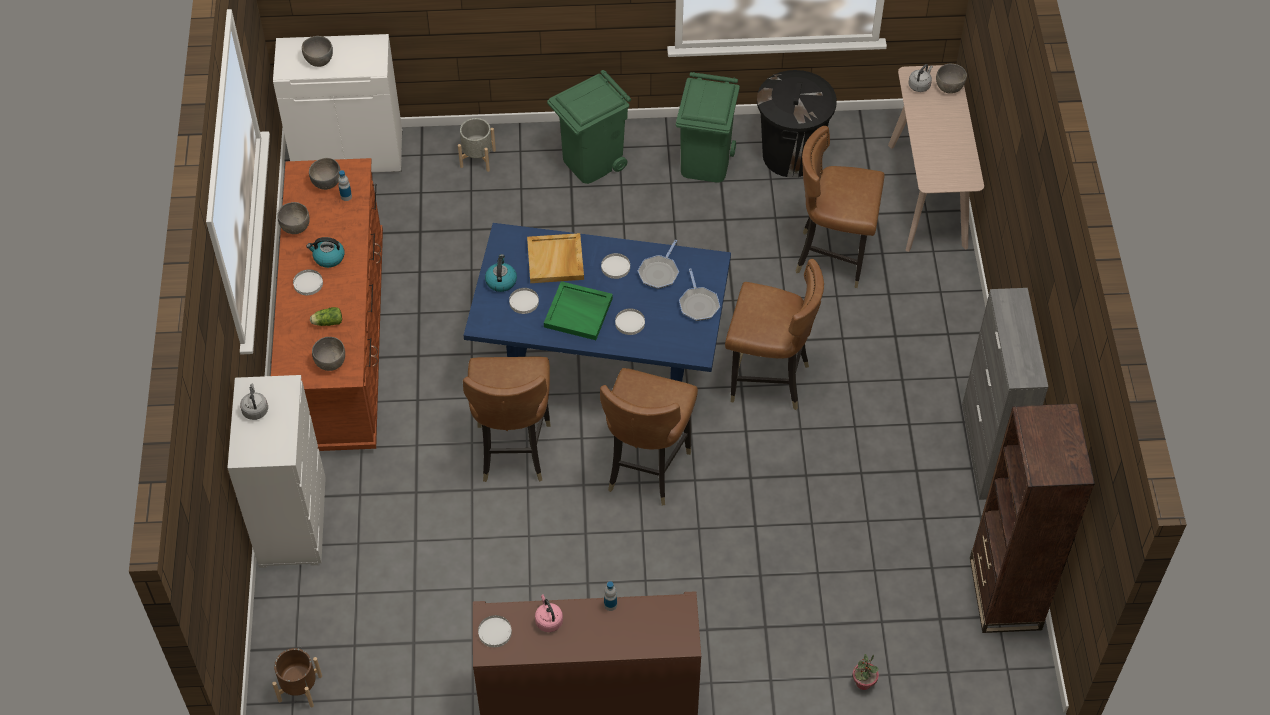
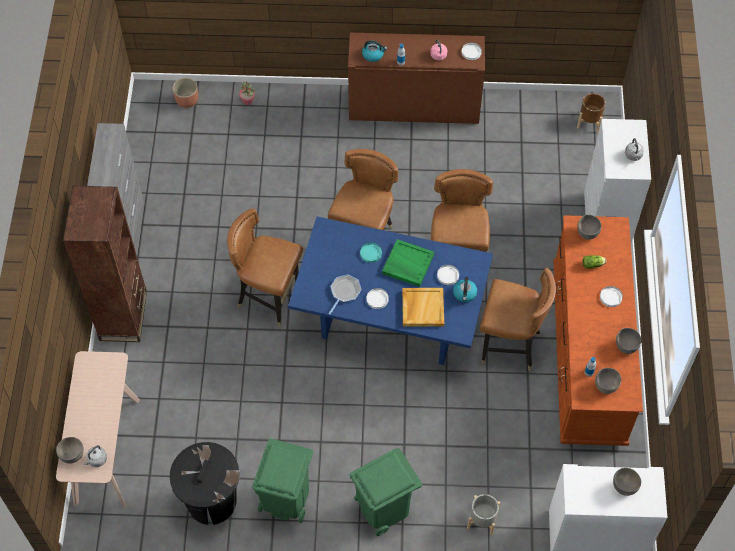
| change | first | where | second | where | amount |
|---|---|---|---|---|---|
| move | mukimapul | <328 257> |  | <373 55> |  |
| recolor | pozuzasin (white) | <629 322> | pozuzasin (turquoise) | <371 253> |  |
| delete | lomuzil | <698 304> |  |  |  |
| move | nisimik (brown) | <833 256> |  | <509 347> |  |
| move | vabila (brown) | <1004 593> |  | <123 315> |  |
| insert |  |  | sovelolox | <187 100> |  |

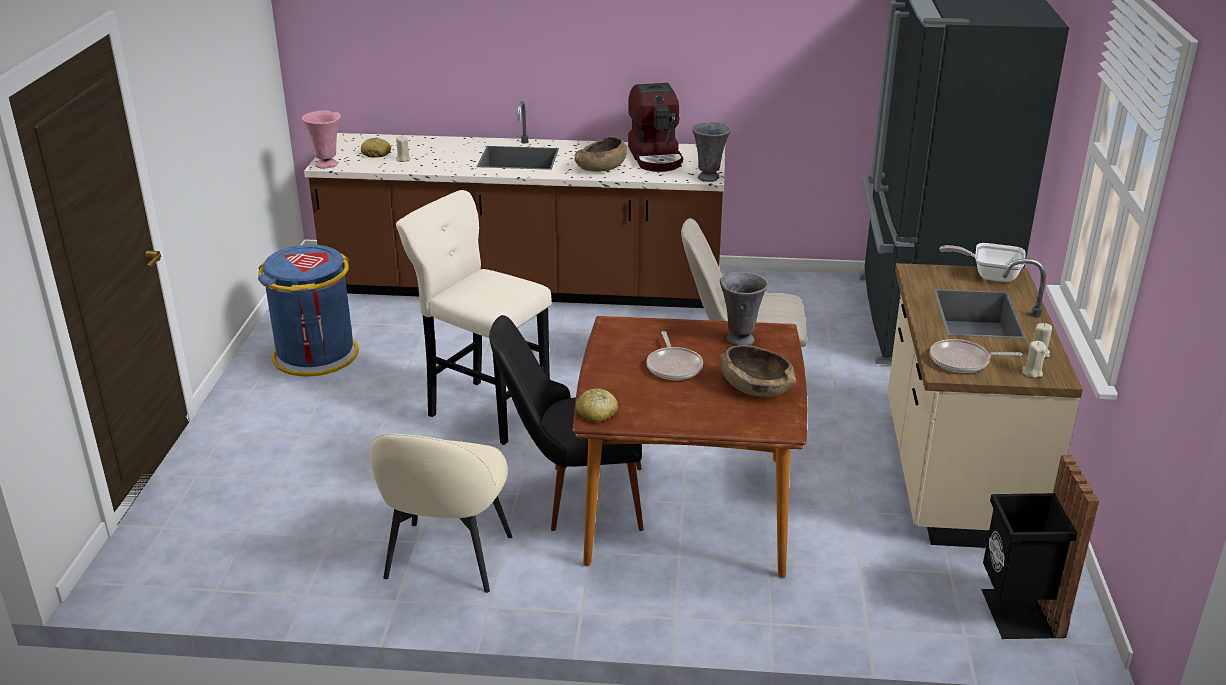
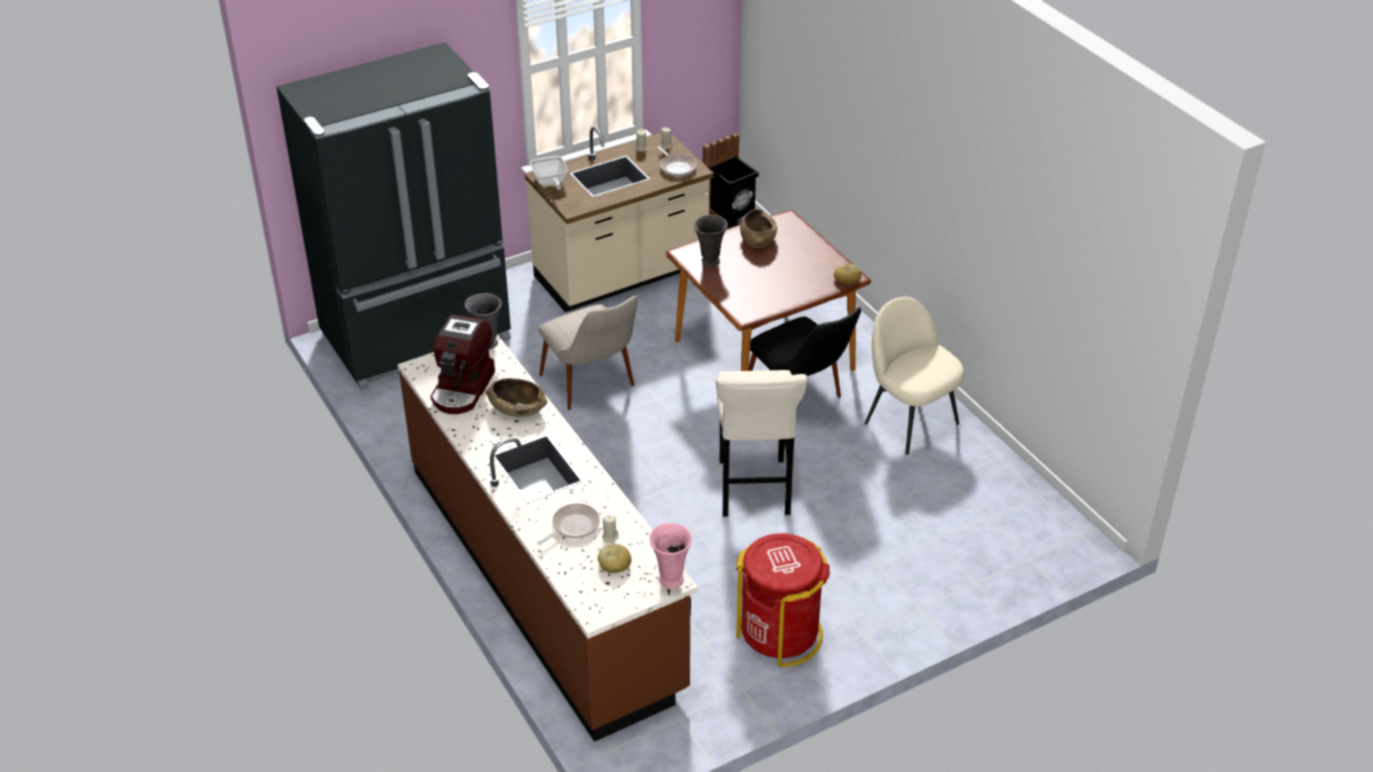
| change | first | where | second | where | amount |
|---|---|---|---|---|---|
| recolor | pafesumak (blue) | <315 355> | pafesumak (red) | <780 634> |  |
| rotate | nisimik (beige) | <447 559> |  | <909 422> | 105 degrees counterclockwise |
| rotate | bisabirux | <656 157> |  | <463 389> | 150 degrees clockwise |
| move | lomuzil | <674 366> |  | <573 526> |  |

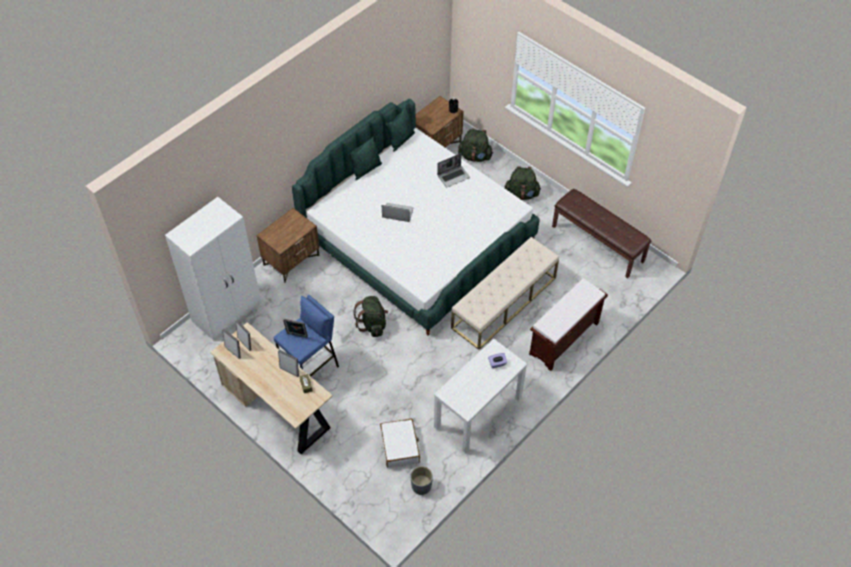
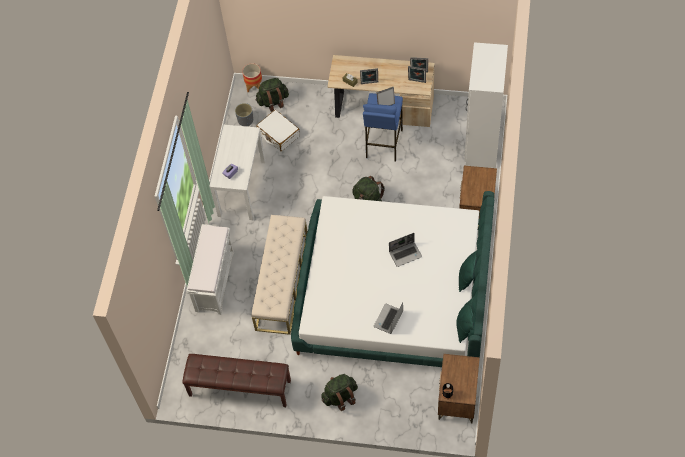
| change | first | where | second | where | amount |
|---|---|---|---|---|---|
| move | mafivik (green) | <475 156> |  | <273 101> |  |
| recolor | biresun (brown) | <563 339> | biresun (white) | <214 281> |  |
| insert |  |  | sovelolox | <254 86> |  |

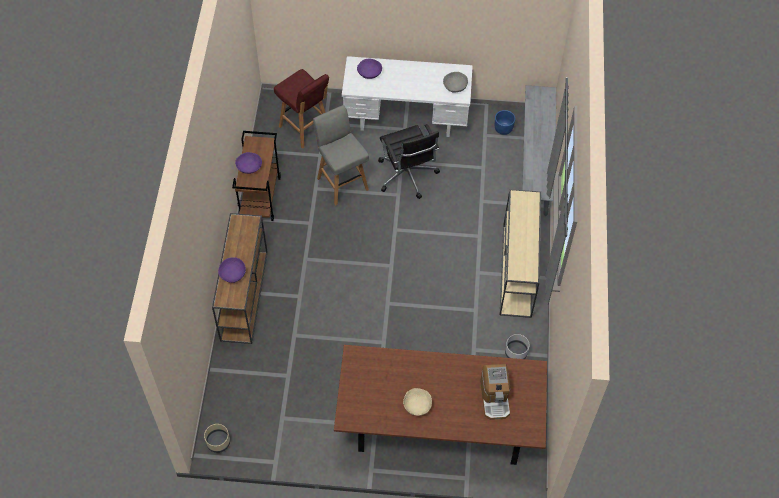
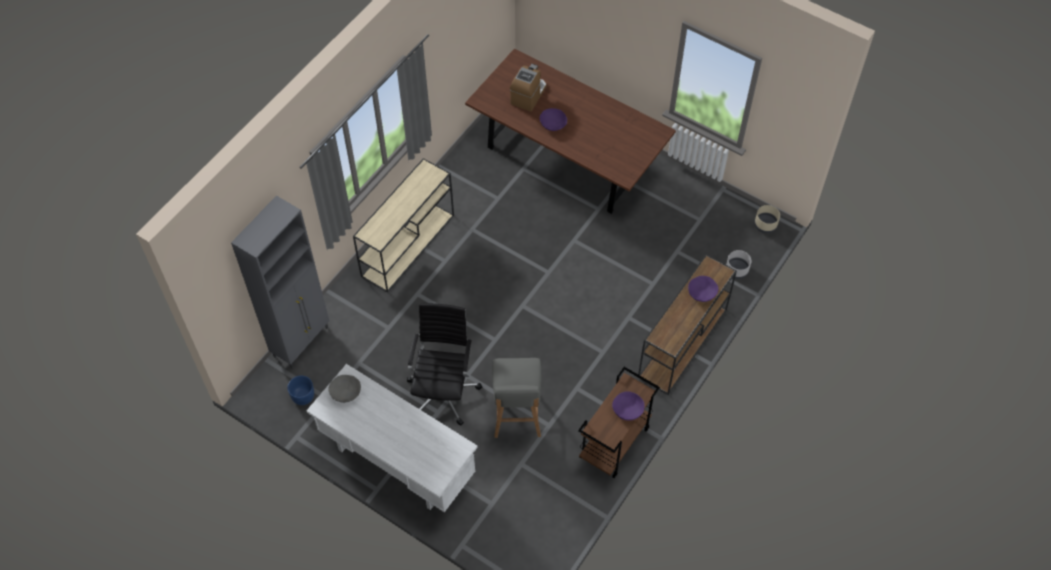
| change | first | where | second | where | amount |
|---|---|---|---|---|---|
| delete | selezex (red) | <305 129> |  |  |  |
| move | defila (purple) | <369 73> |  | <553 124> |  |
| delete | defila (beige) | <417 405> |  |  |  |
| move | sovelolox (grey) | <516 352> |  | <736 270> |  |
| replace | biresun (grey) | <535 162> | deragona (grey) | <302 342> |  |

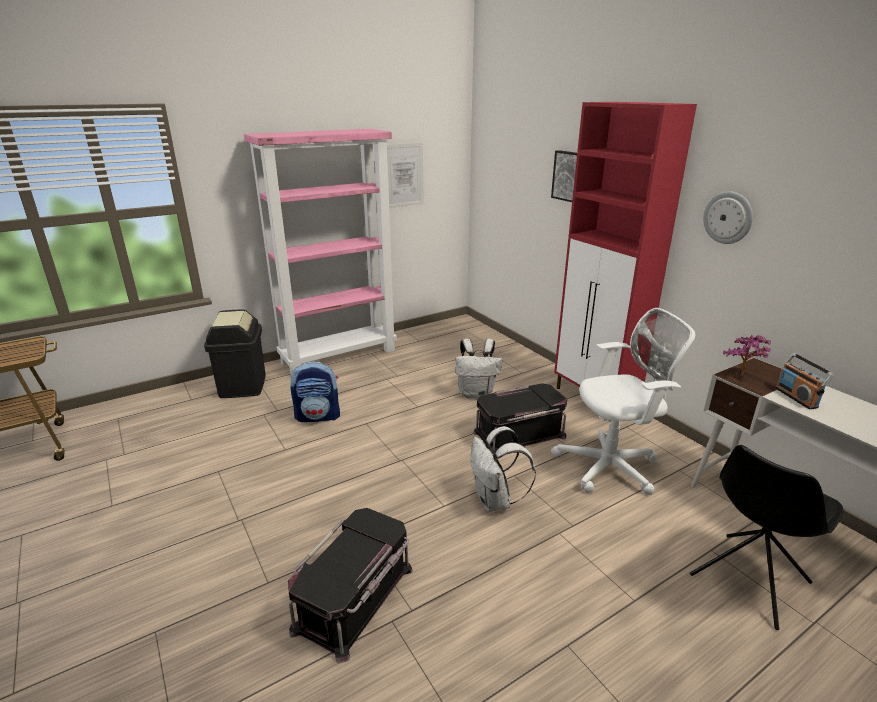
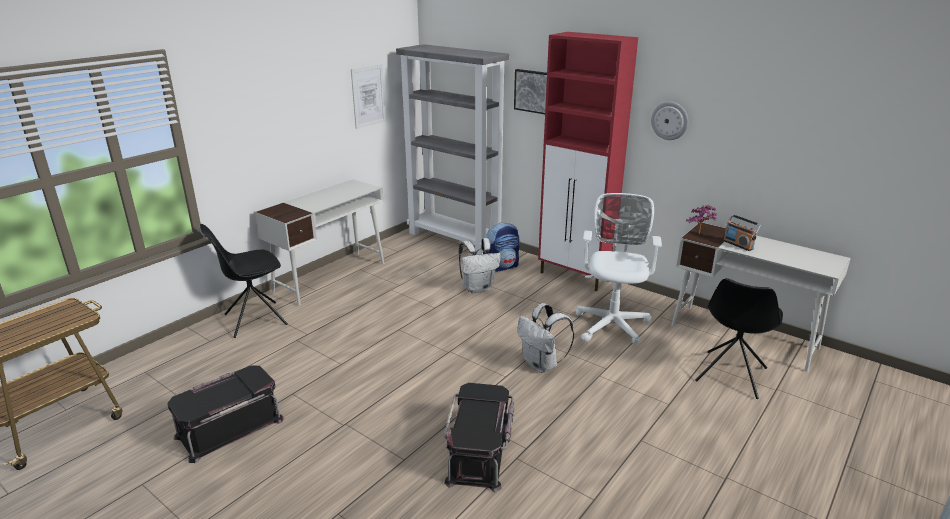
| change | first | where | second | where | amount |
|---|---|---|---|---|---|
| replace | pafesumak (black) | <242 386> | nisimik (black) | <254 320> |  |
| replace | vabila (pink) | <339 356> | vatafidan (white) | <331 277> |  |
| move | mafivik | <318 416> |  | <502 266> |  |
| move | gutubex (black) | <519 433> |  | <229 427> |  |
| rotate | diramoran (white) | <612 466> |  | <612 323> | 45 degrees counterclockwise |
| insert |  |  | vabila (grey) | <455 240> |  |

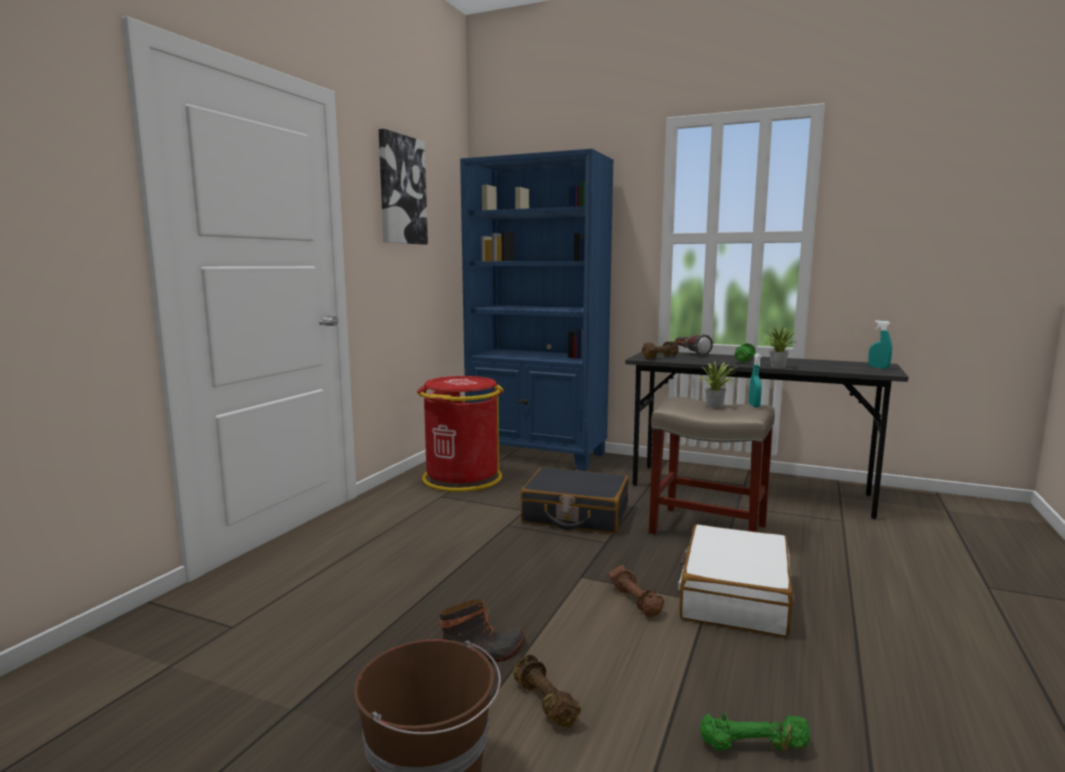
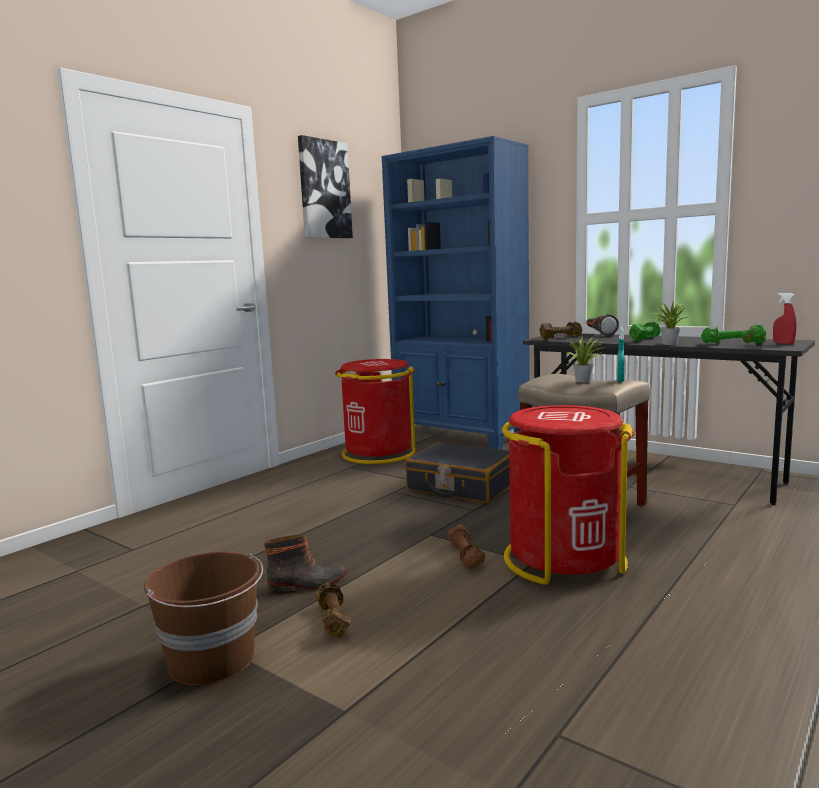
| change | first | where | second | where | amount |
|---|---|---|---|---|---|
| replace | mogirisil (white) | <733 596> | pafesumak (red) | <563 559> |  |
| move | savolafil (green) | <754 747> |  | <733 344> |  |
| recolor | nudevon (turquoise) | <878 367> | nudevon (red) | <783 343> |  |

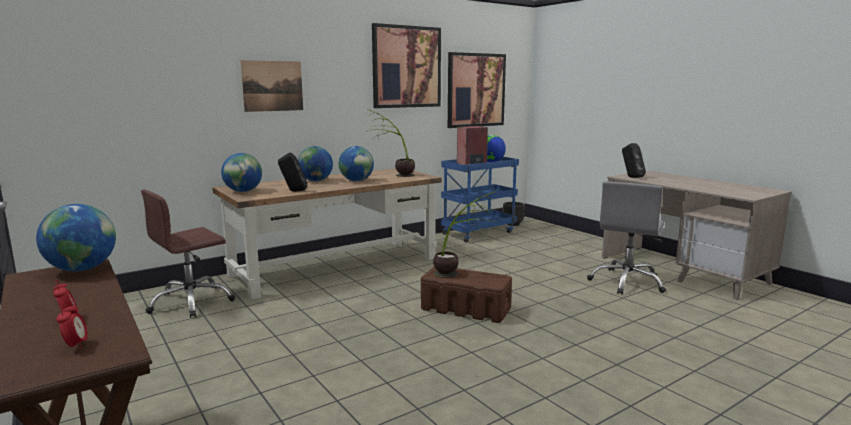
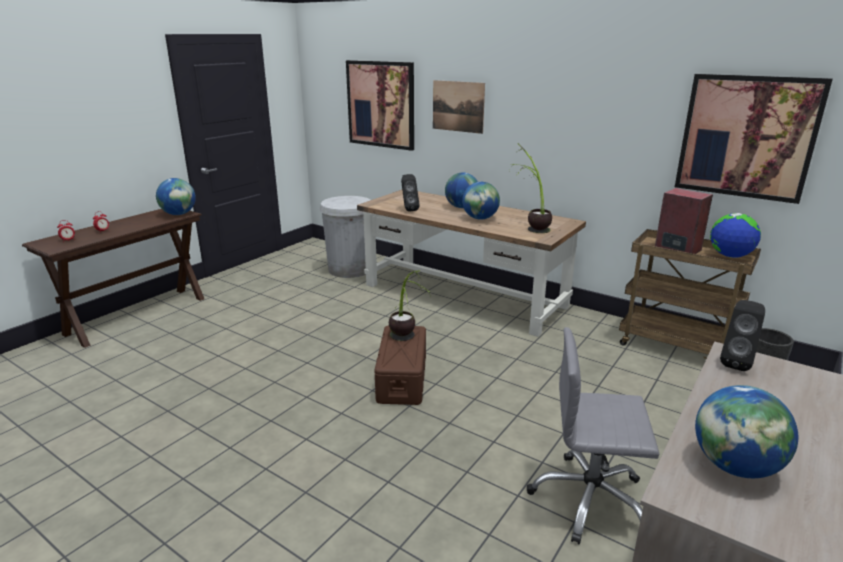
| change | first | where | second | where | amount |
|---|---|---|---|---|---|
| replace | diramoran (brown) | <191 302> | pafesumak (white) | <350 269> |  |
| move | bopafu | <243 191> |  | <735 466> |  |
| move | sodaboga | <406 67> |  | <381 104> |  |
| recolor | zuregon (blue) | <478 233> | zuregon (brown) | <676 346> |  |

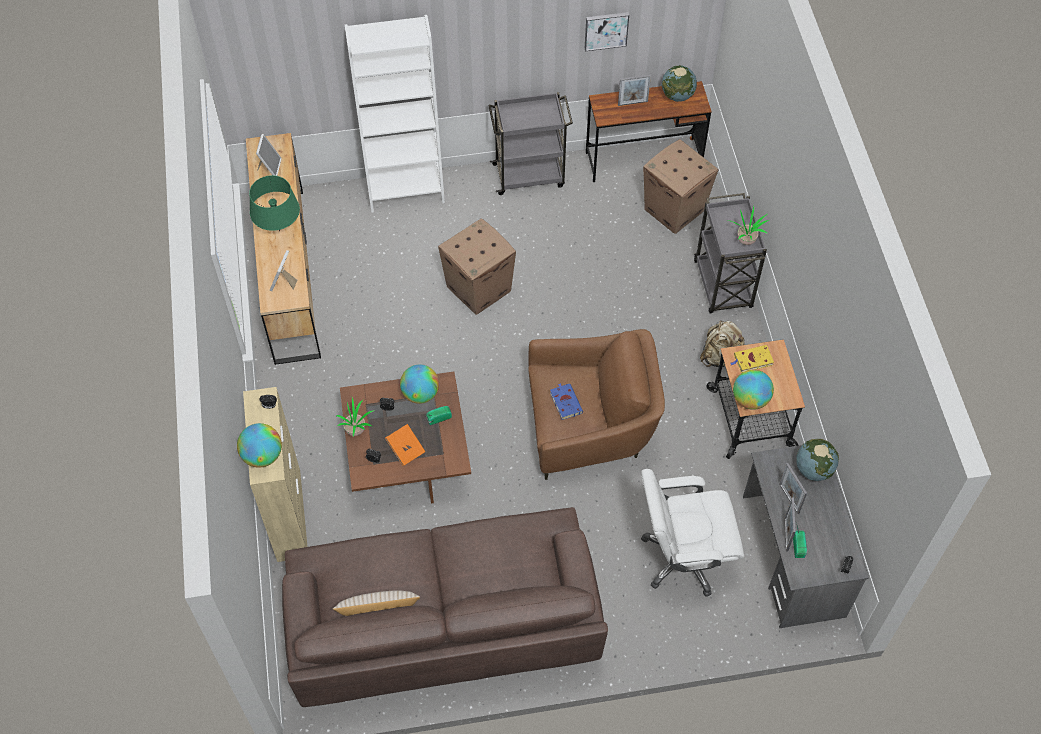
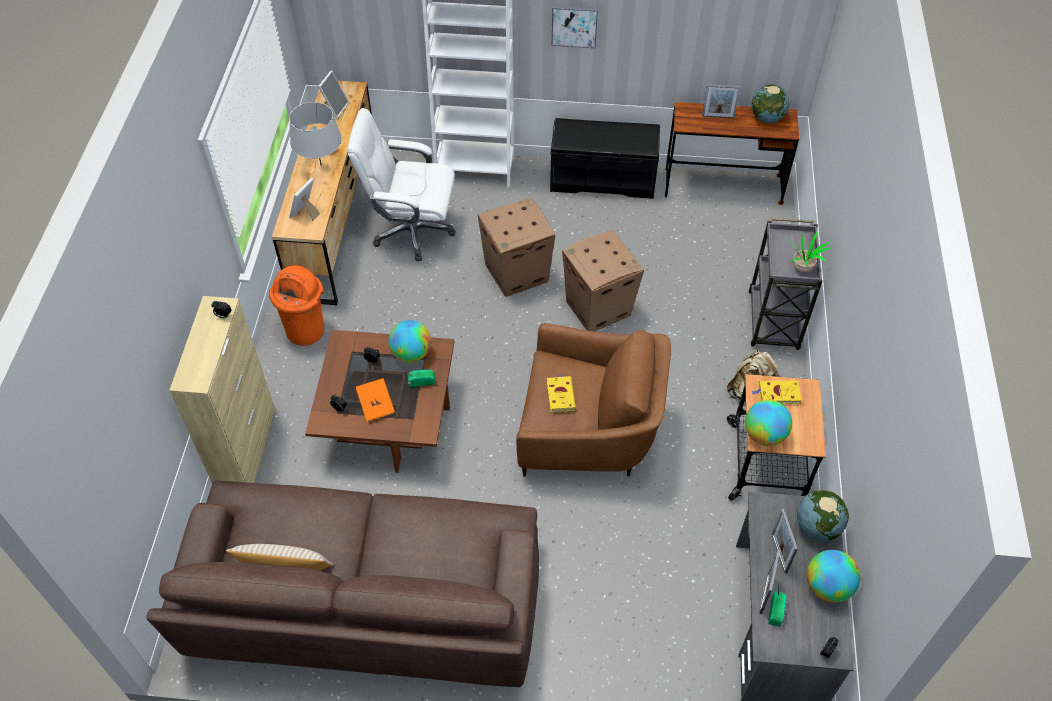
| change | first | where | second | where | amount |
|---|---|---|---|---|---|
| move | bopafu | <262 455> |  | <827 587> |  |
| recolor | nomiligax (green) | <279 230> | nomiligax (grey) | <321 165> |  |
| delete | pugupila | <357 430> |  |  |  |
| replace | zuregon (grey) | <530 175> | biresun (black) | <602 178> |  |
| recolor | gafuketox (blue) | <565 402> | gafuketox (yellow) | <560 395> |  |
| move | sodaboga | <606 30> |  | <574 25> |  |
| move | diramoran (white) | <683 557> |  | <411 231> |  |
| move | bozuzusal | <675 210> |  | <598 308> |  |
| insert |  |  | pafesumak (orange) | <306 331> |  |

